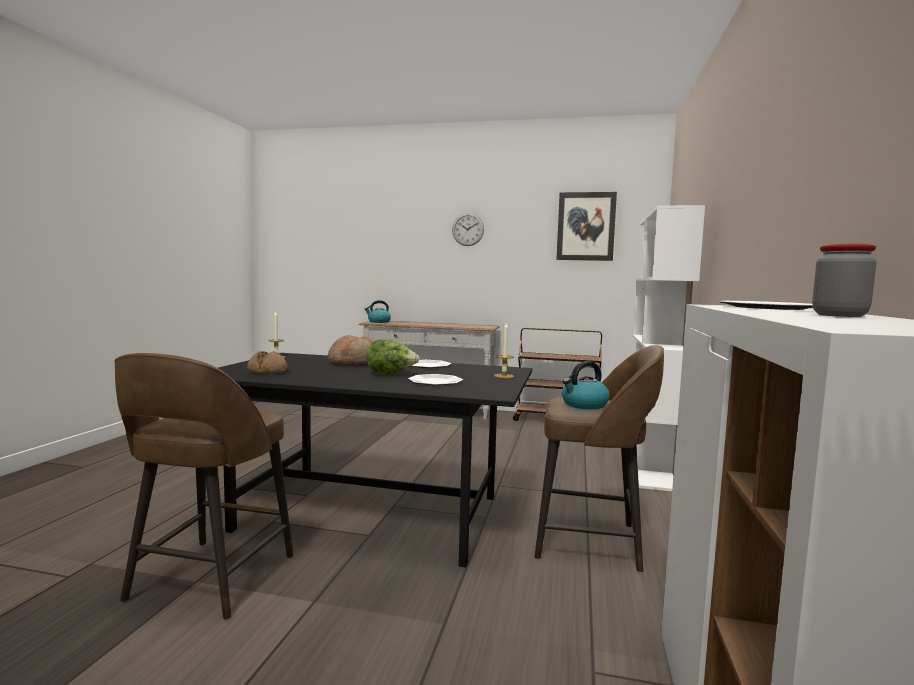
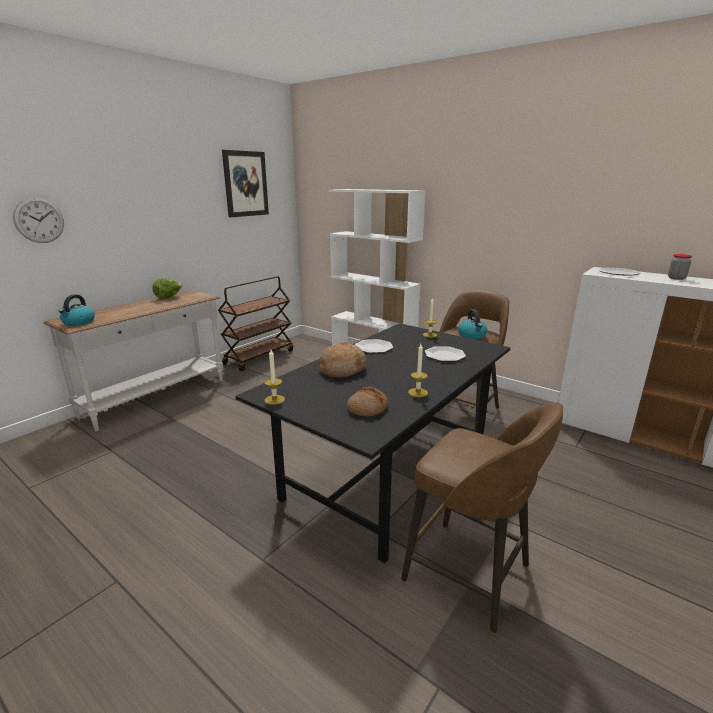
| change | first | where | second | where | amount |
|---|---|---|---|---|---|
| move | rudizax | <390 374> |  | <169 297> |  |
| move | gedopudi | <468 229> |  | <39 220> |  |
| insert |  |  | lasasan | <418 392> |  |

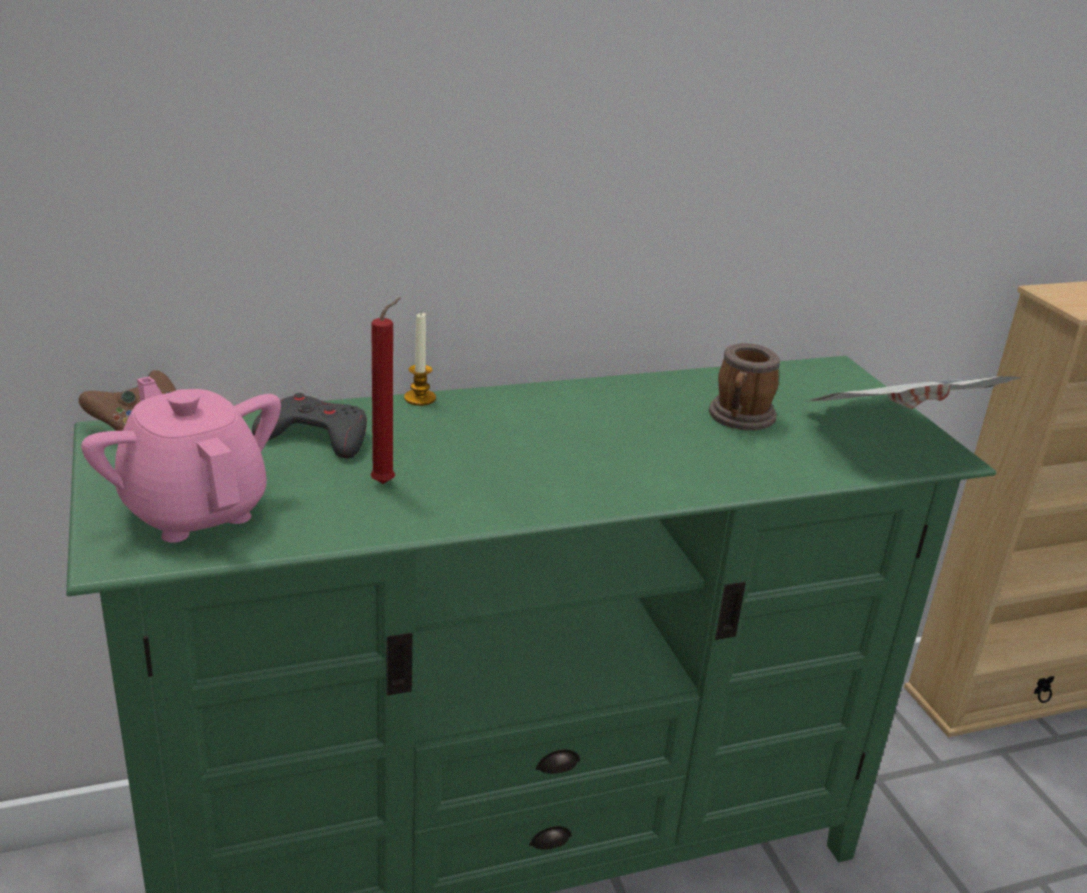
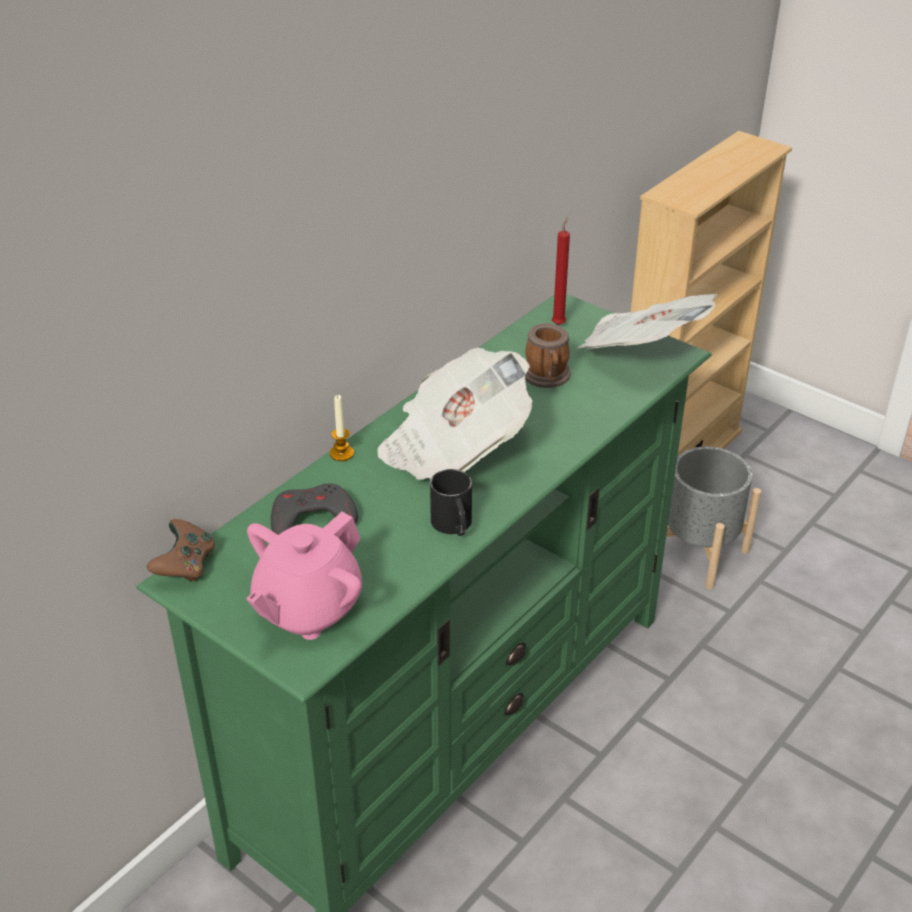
| change | first | where | second | where | amount |
|---|---|---|---|---|---|
| rotate | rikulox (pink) | <194 509> |  | <307 609> | 75 degrees counterclockwise |
| move | lasasan (red) | <386 482> |  | <559 323> |  |
| insert |  |  | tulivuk | <453 448> |  |
| insert |  |  | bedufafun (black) | <454 526> |  |
| insert |  |  | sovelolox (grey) | <698 553> |  |

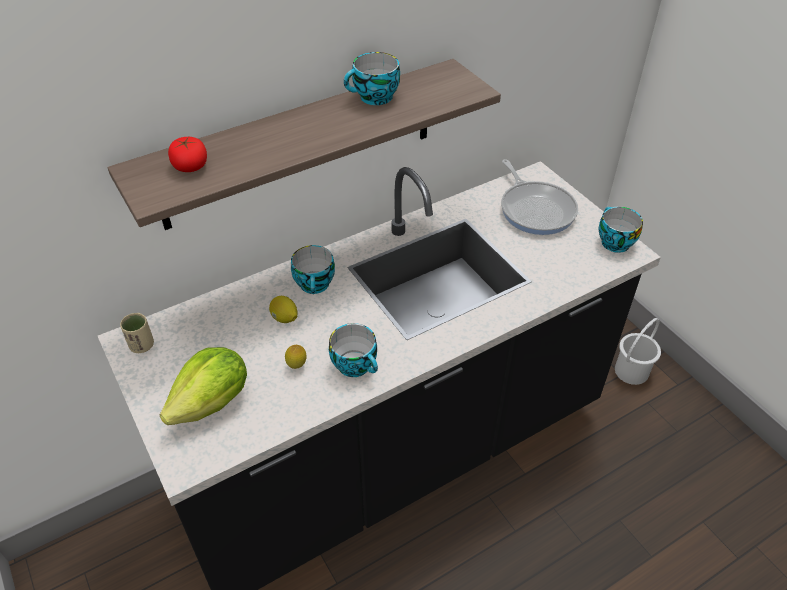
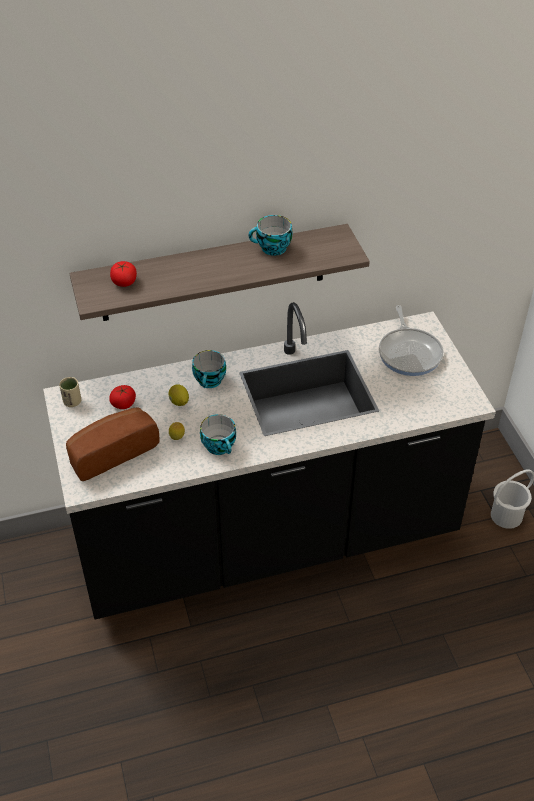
| change | first | where | second | where | amount |
|---|---|---|---|---|---|
| replace | rudizax | <213 403> | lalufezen | <111 452> |  |
| delete | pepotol | <613 242> |  |  |  |
| insert |  |  | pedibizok | <123 403> |  |

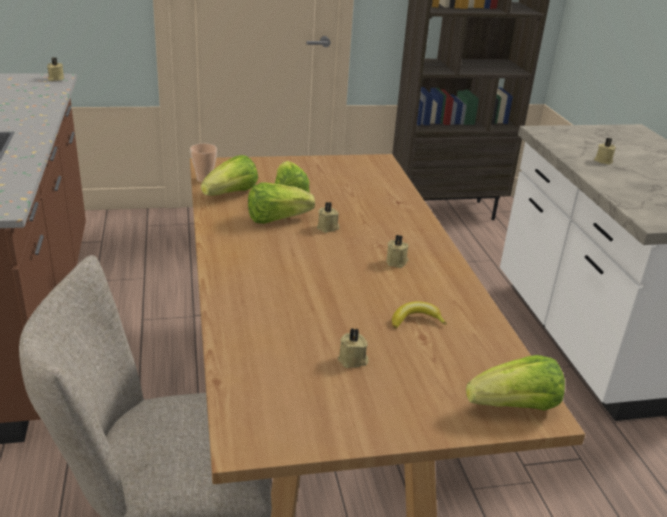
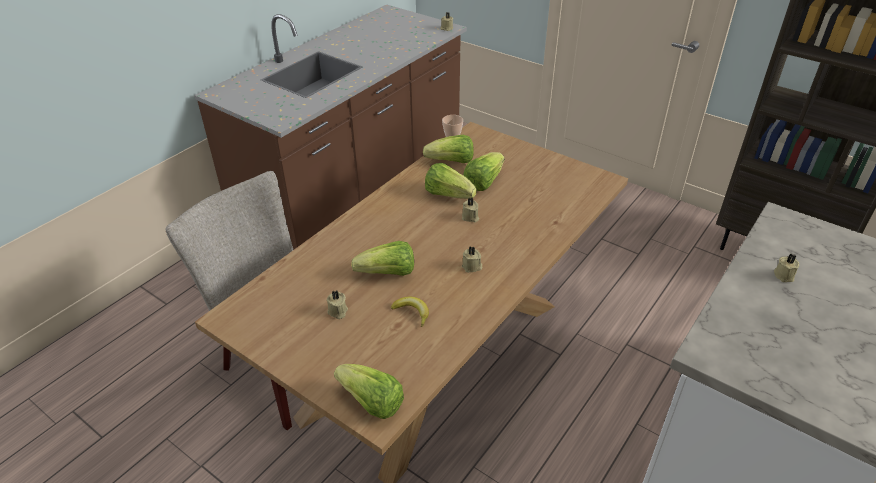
| change | first | where | second | where | amount |
|---|---|---|---|---|---|
| insert |  |  | rudizax | <388 273> |  |

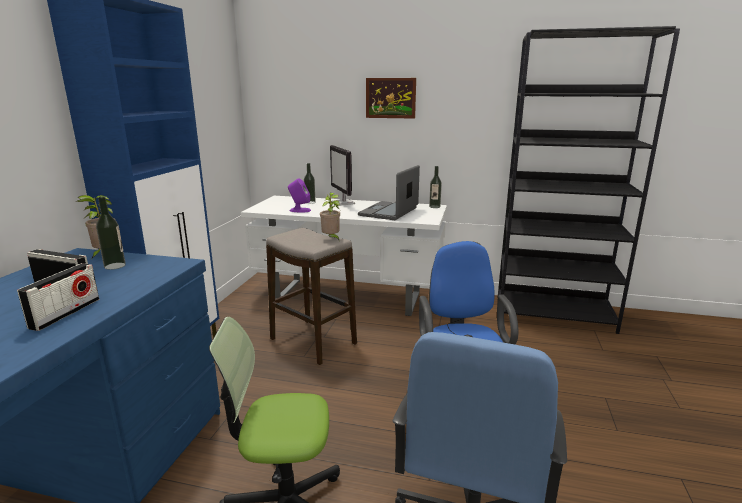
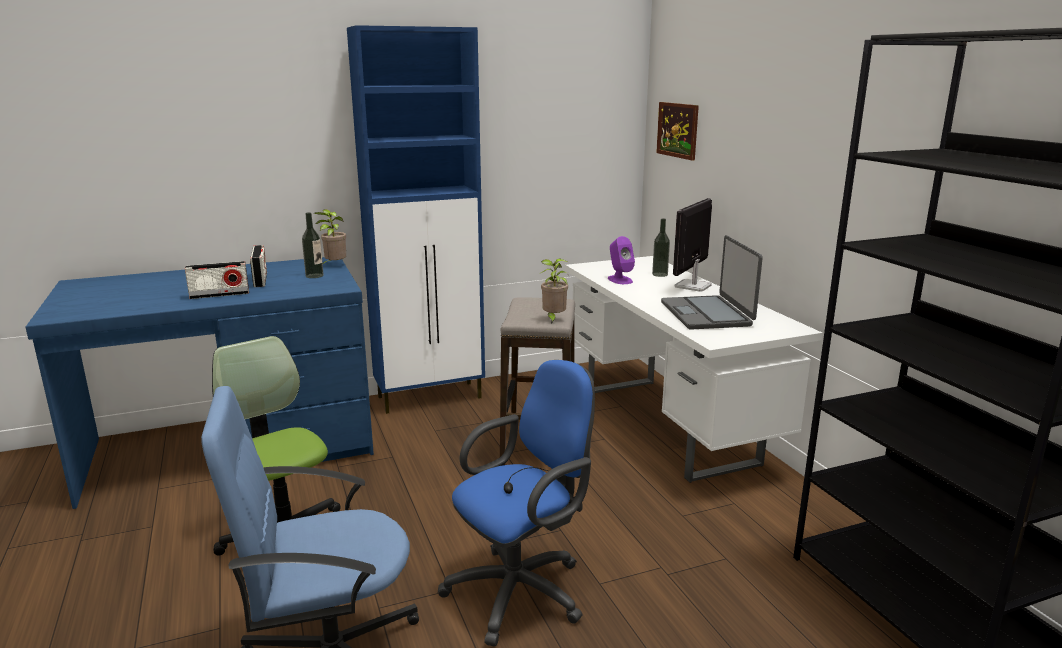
| change | first | where | second | where | amount |
|---|---|---|---|---|---|
| rotate | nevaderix | <389 212> |  | <707 314> | 90 degrees counterclockwise |
| move | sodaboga | <390 98> |  | <677 130> |  |
| delete | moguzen | <434 206> |  |  |  |

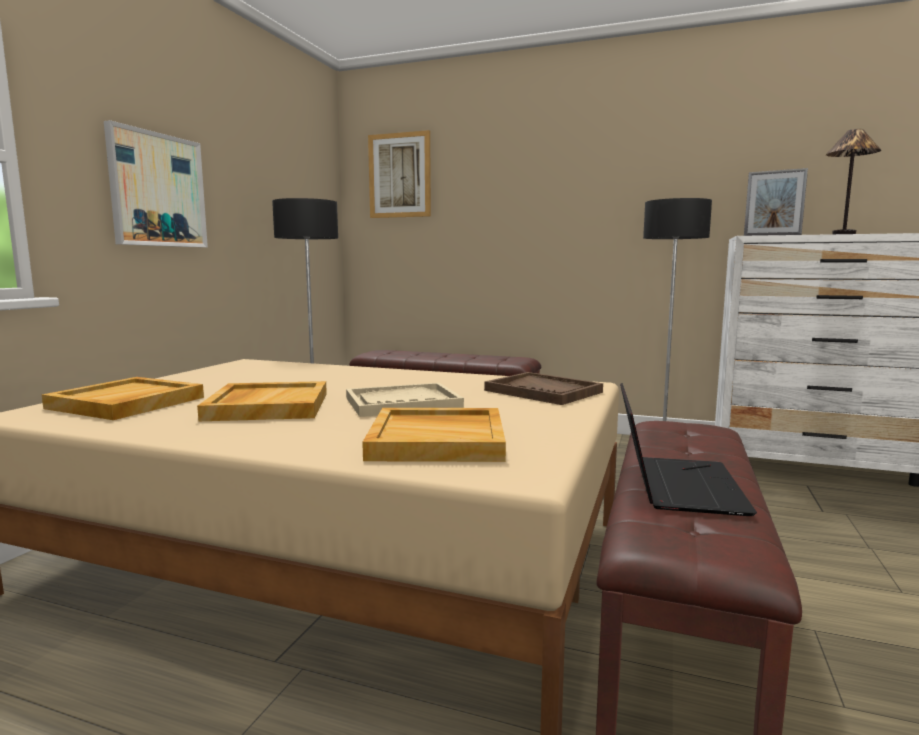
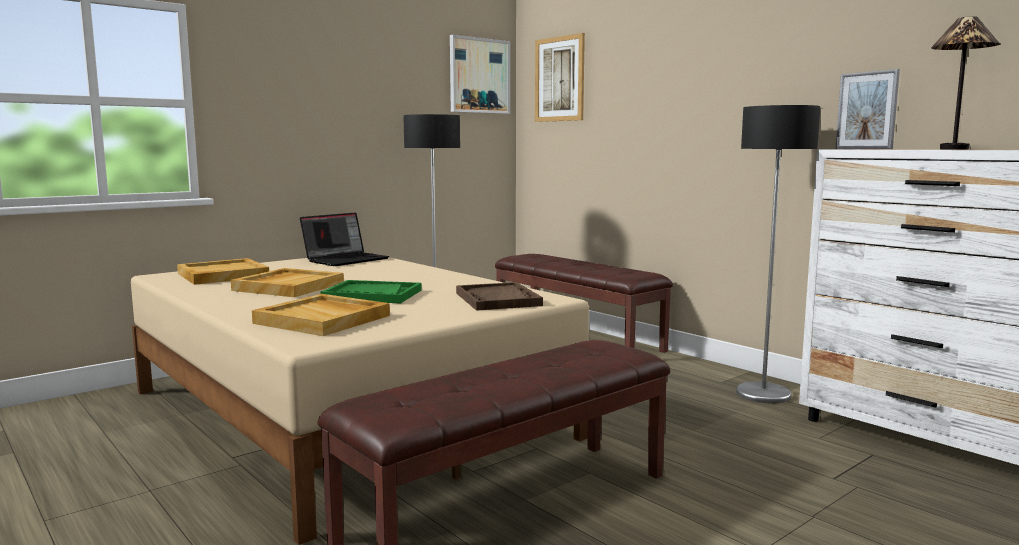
| change | first | where | second | where | amount |
|---|---|---|---|---|---|
| move | sodaboga | <157 190> |  | <479 76> |  |
| recolor | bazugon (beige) | <402 403> | bazugon (green) | <372 295> |  |
| move | nevaderix | <675 485> |  | <346 260> |  |

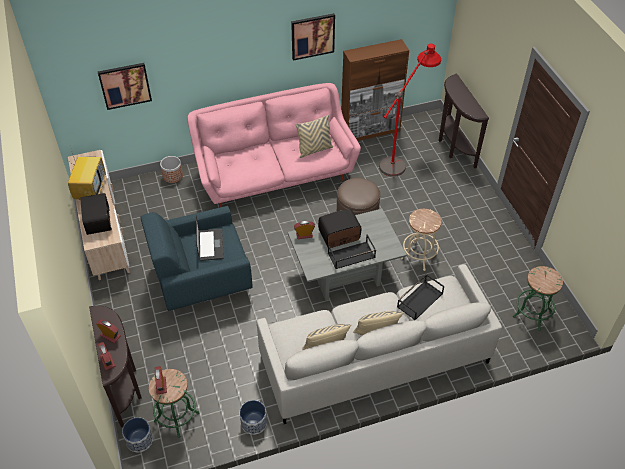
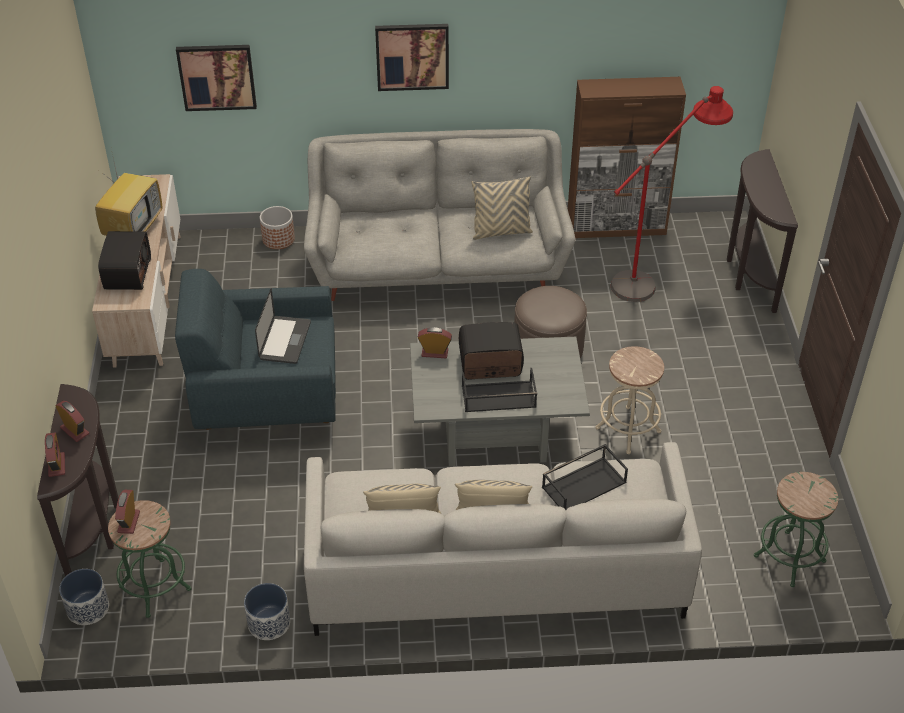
| change | first | where | second | where | amount |
|---|---|---|---|---|---|
| recolor | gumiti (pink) | <275 174> | gumiti (grey) | <438 264> |  |
| move | sodaboga | <312 36> |  | <412 56> |  |

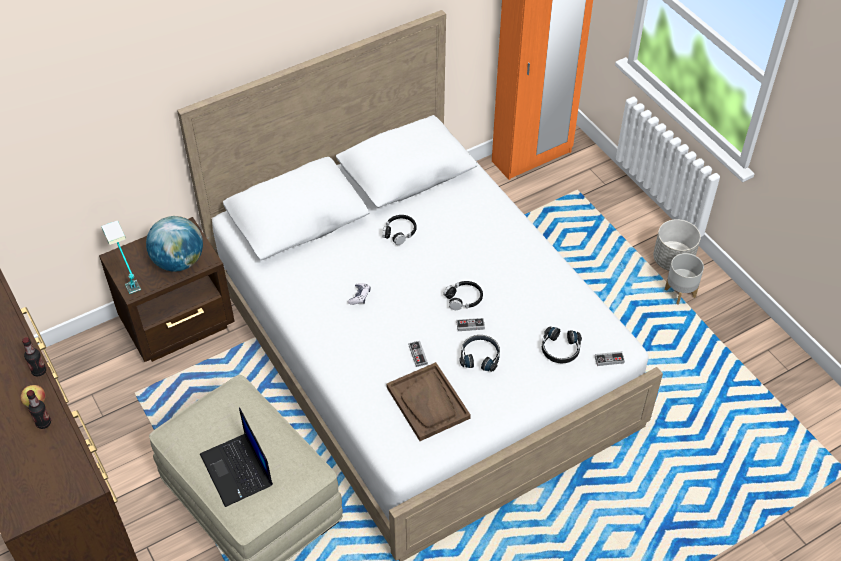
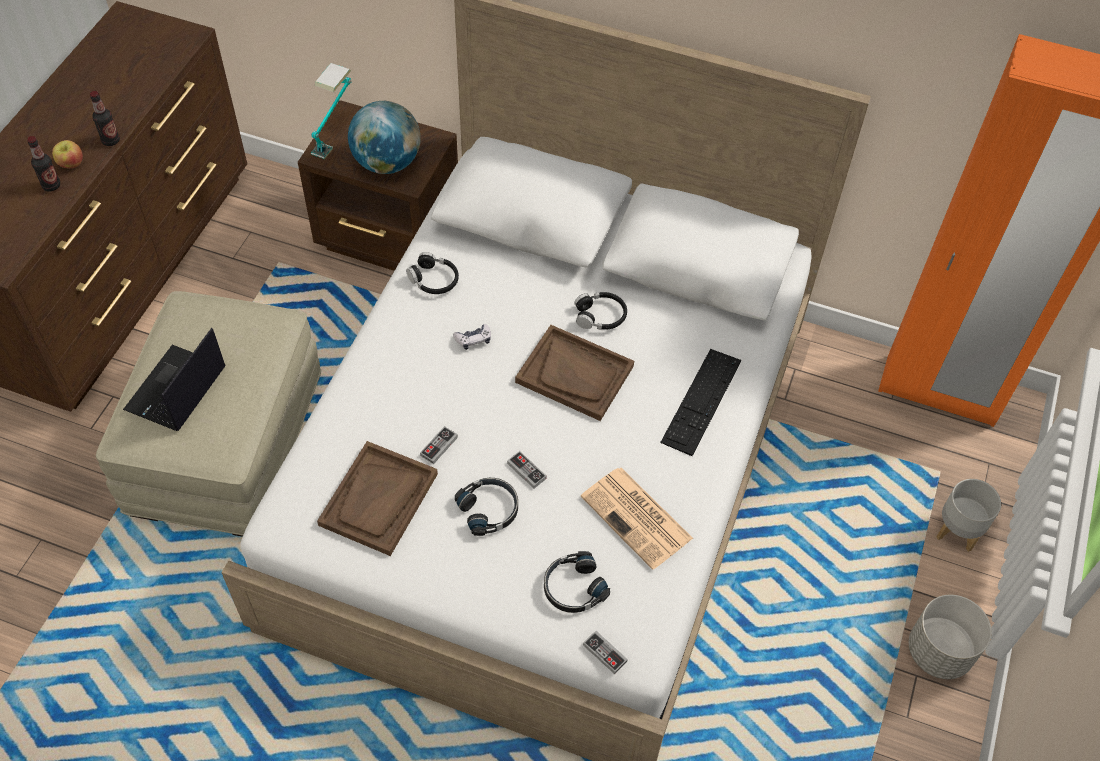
| change | first | where | second | where | amount |
|---|---|---|---|---|---|
| move | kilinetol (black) | <464 299> |  | <434 280> |  |
| move | sovelolox (grey) | <680 293> |  | <958 531> |  |
| insert |  |  | bazugon (brown) | <575 374> |  |
| insert |  |  | tulivuk | <638 518> |  |
| insert |  |  | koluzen | <701 401> |  |

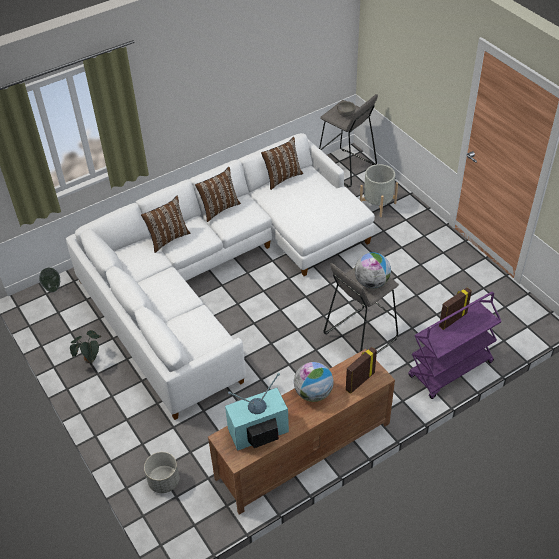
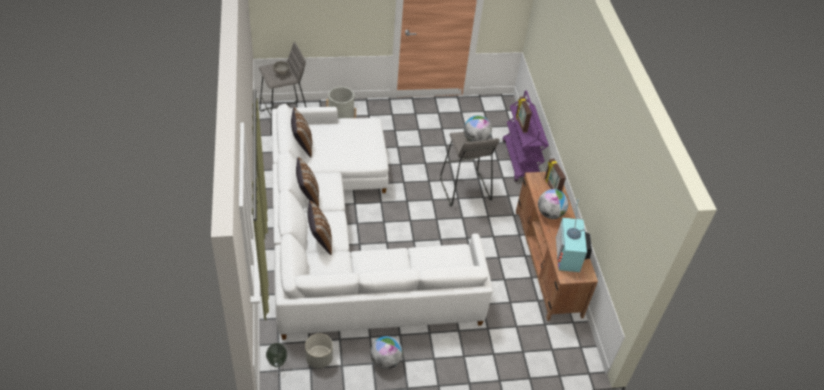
| change | first | where | second | where | amount |
|---|---|---|---|---|---|
| replace | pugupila | <90 360> | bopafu | <385 361> |  |
| move | sovelolox (grey) | <163 481> |  | <319 359> |  |

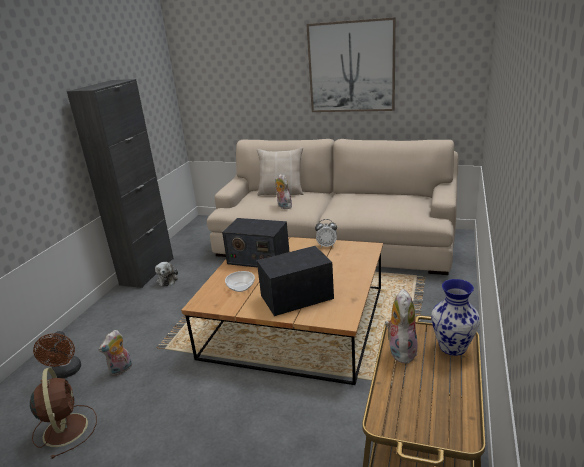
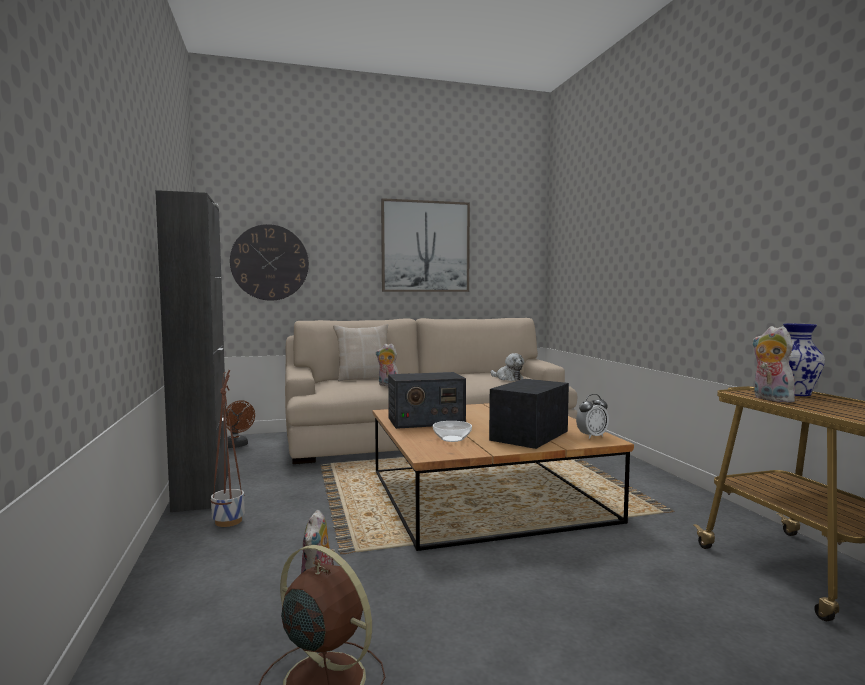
| change | first | where | second | where | amount |
|---|---|---|---|---|---|
| move | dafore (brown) | <66 373> |  | <237 446> |  |
| move | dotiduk | <167 279> |  | <508 378> |  |
| move | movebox | <327 245> |  | <592 436> |  |
| insert |  |  | sovelolox | <228 521> |  |
| insert |  |  | gedopudi | <270 262> |  |

